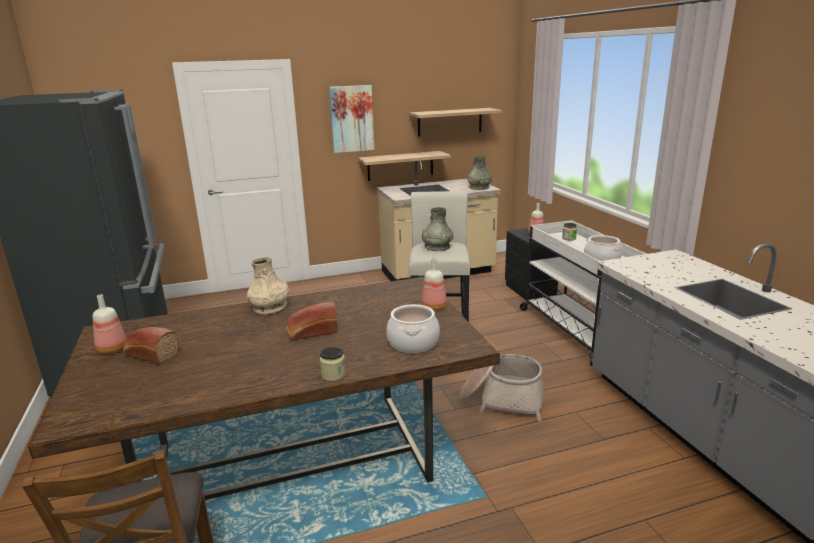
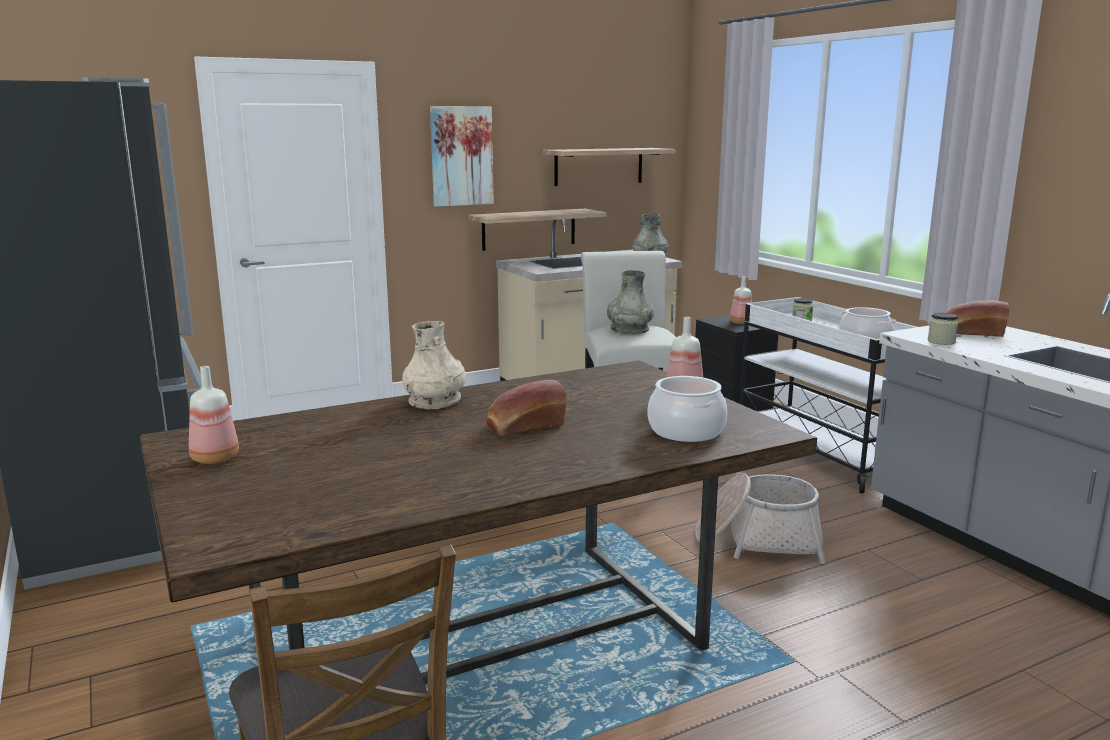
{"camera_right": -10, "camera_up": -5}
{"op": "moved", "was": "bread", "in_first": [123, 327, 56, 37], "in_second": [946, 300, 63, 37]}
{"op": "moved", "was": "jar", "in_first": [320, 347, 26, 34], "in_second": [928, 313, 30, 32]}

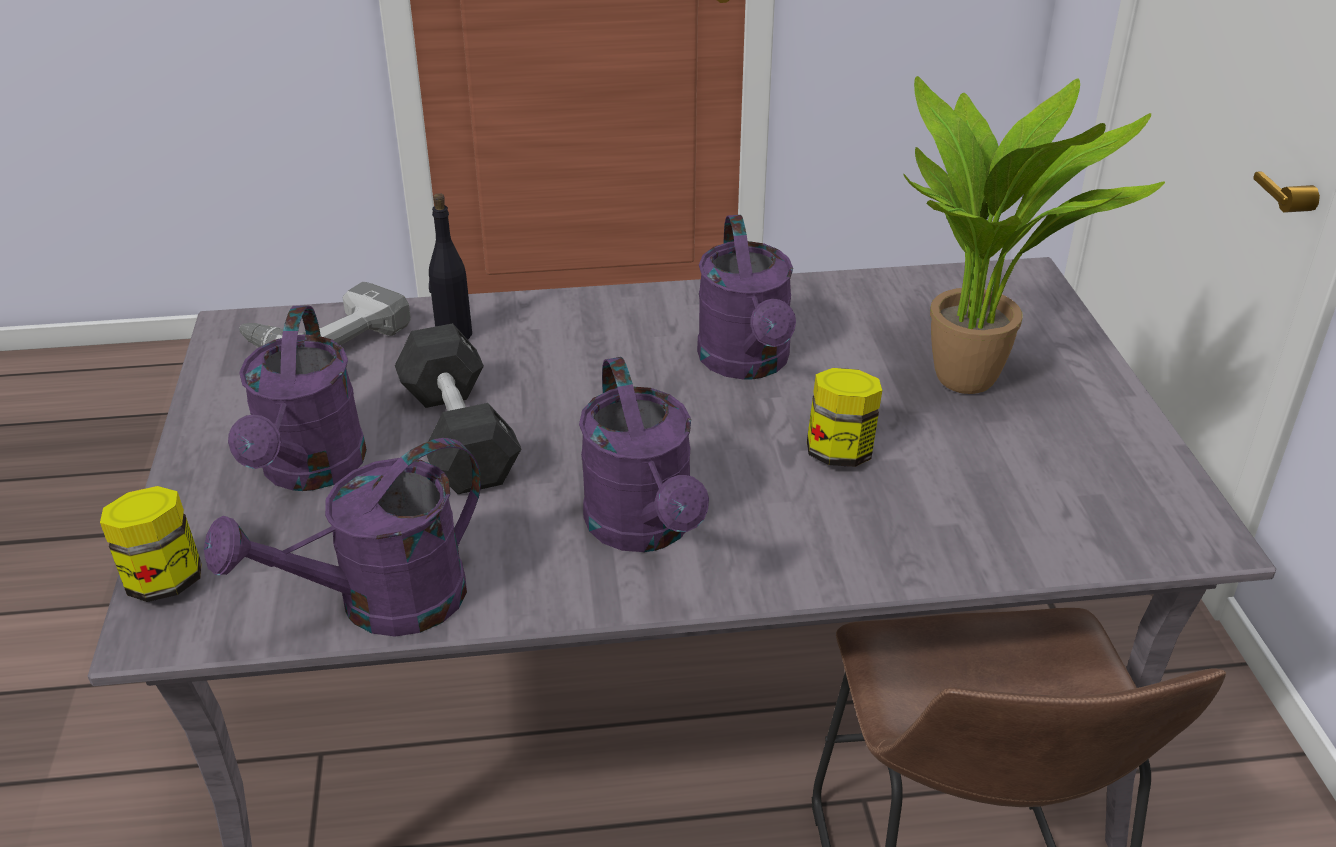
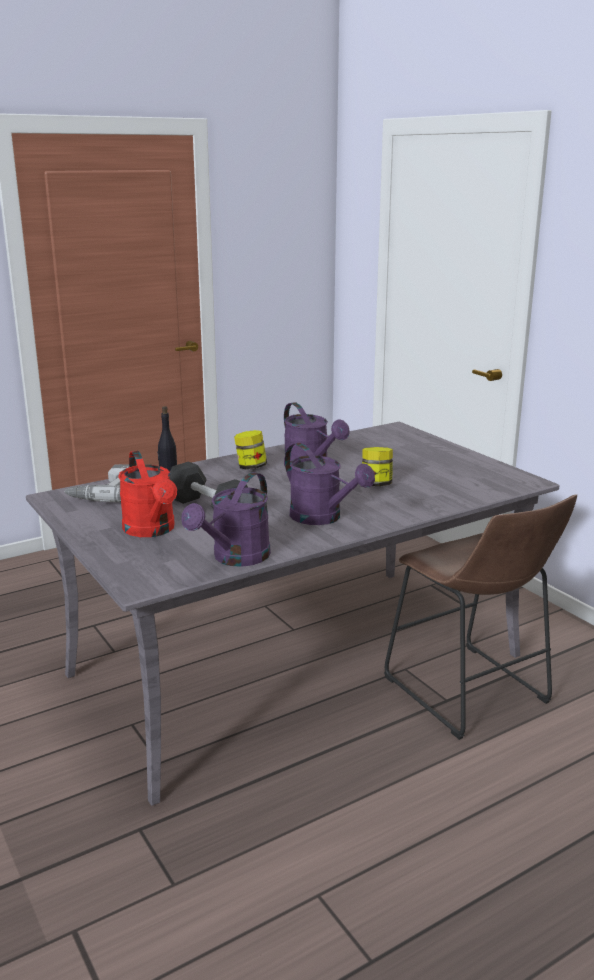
{"camera_right": -25, "camera_up": -15}
{"op": "removed", "was": "potted plant", "in_first": [903, 76, 262, 318]}
{"op": "recoloured", "was": "watering can (purple)", "now": "watering can (red)", "in_first": [228, 306, 139, 185], "in_second": [118, 451, 59, 86]}
{"op": "moved", "was": "jar", "in_first": [100, 486, 102, 116], "in_second": [234, 430, 33, 40]}

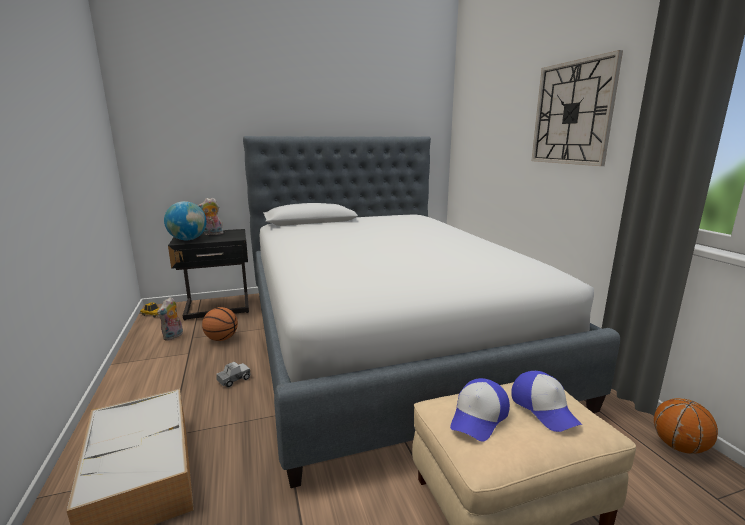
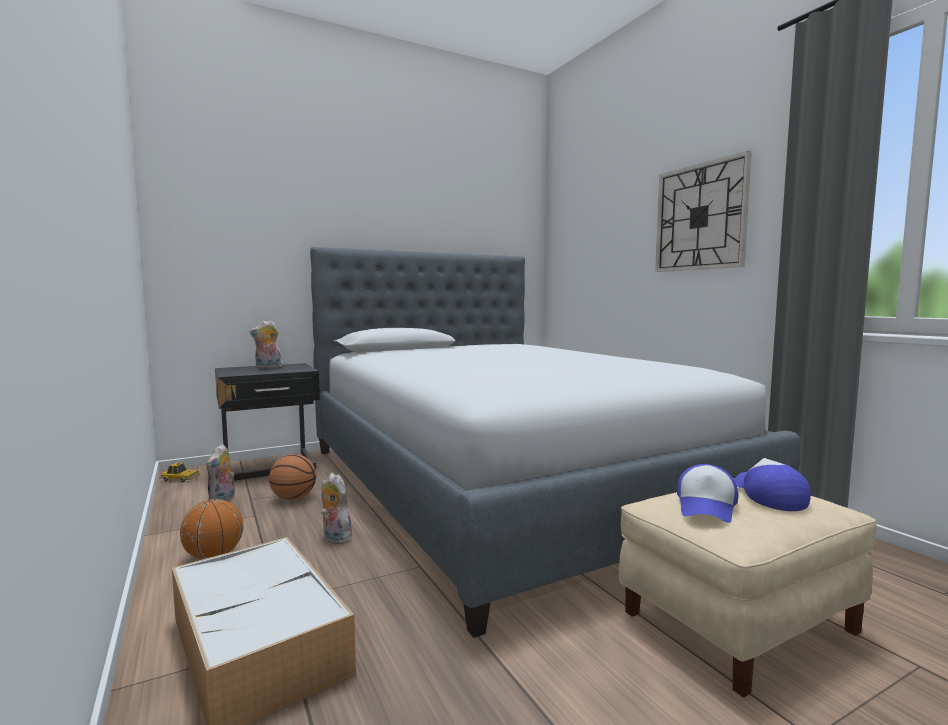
{"camera_right": -10, "camera_up": -10}
{"op": "removed", "was": "globe", "in_first": [164, 201, 43, 39]}
{"op": "replaced", "was": "toy truck", "now": "plush toy", "in_first": [216, 362, 35, 26], "in_second": [321, 473, 31, 71]}
{"op": "turned", "was": "cap", "in_first": [511, 371, 71, 61], "in_second": [734, 458, 77, 53], "clockwise": -150}
{"op": "moved", "was": "basketball", "in_first": [654, 398, 64, 56], "in_second": [180, 499, 63, 60]}

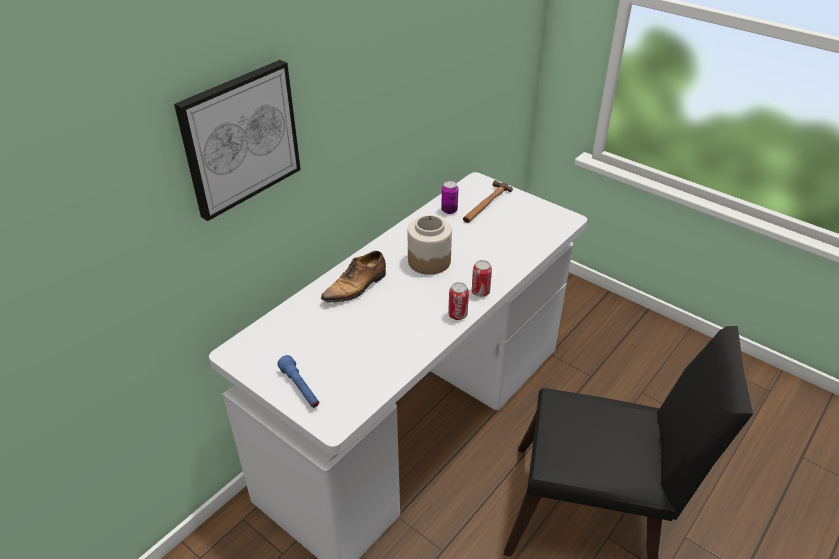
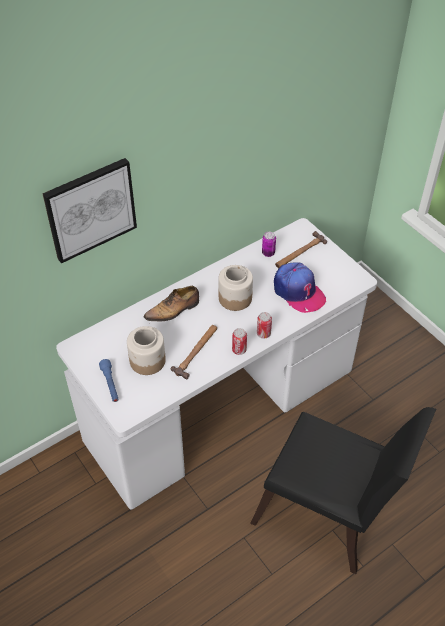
{"camera_right": 15, "camera_up": 10}
{"op": "added", "now": "cap", "in_second": [274, 262, 52, 51]}
{"op": "added", "now": "hammer", "in_second": [171, 325, 46, 54]}
{"op": "added", "now": "jar", "in_second": [127, 326, 39, 49]}

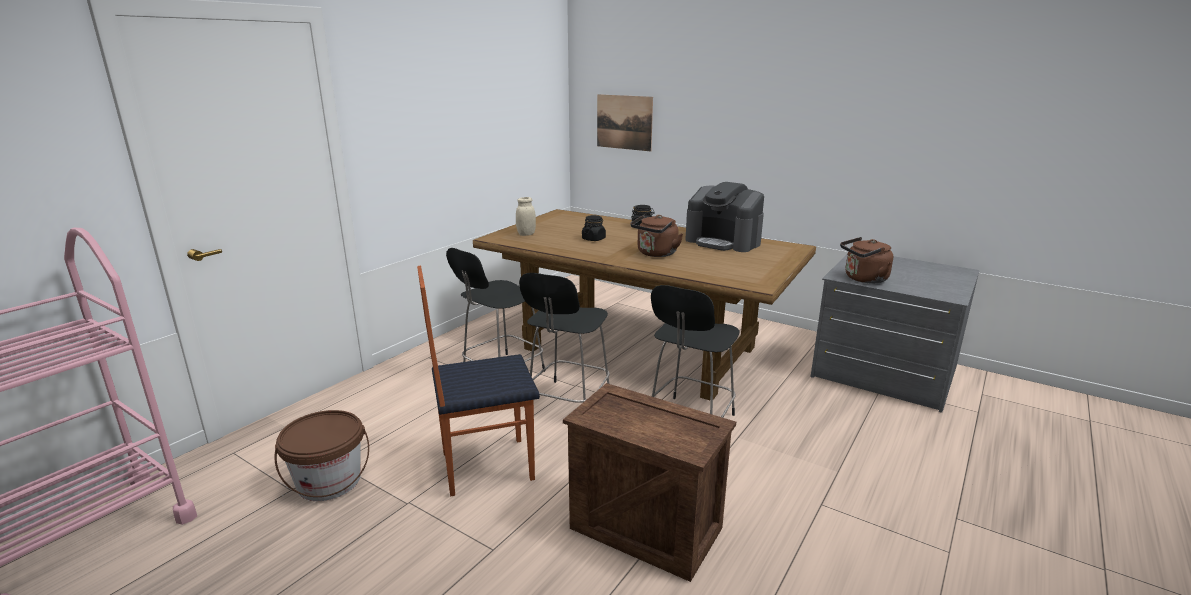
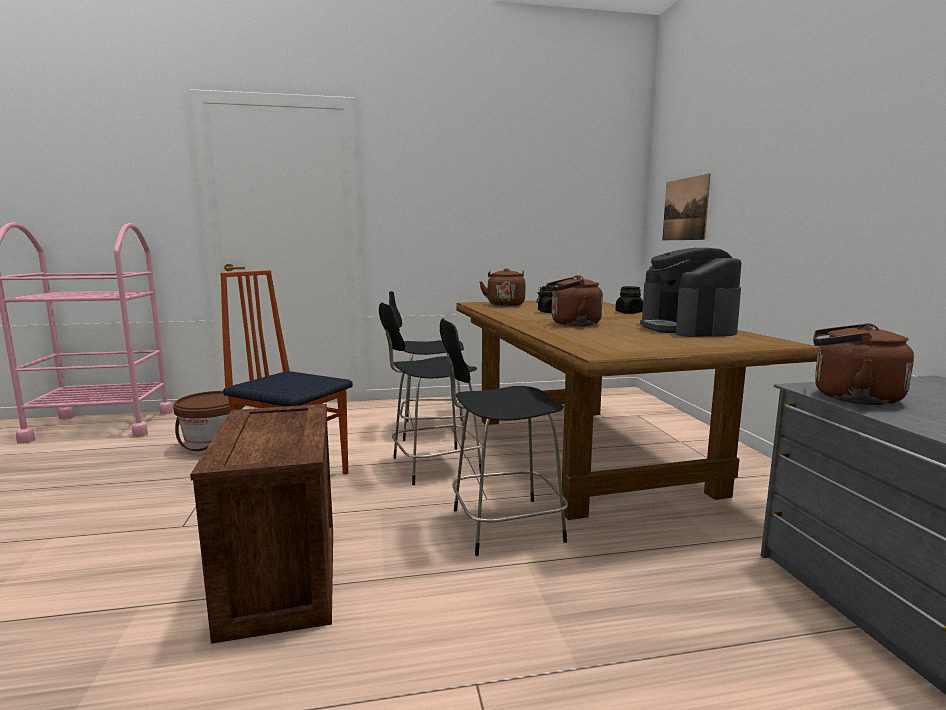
{"camera_right": 45, "camera_up": -10}
{"op": "replaced", "was": "jar (beige)", "now": "kettle (brown)", "in_first": [516, 197, 20, 39], "in_second": [479, 268, 46, 38]}

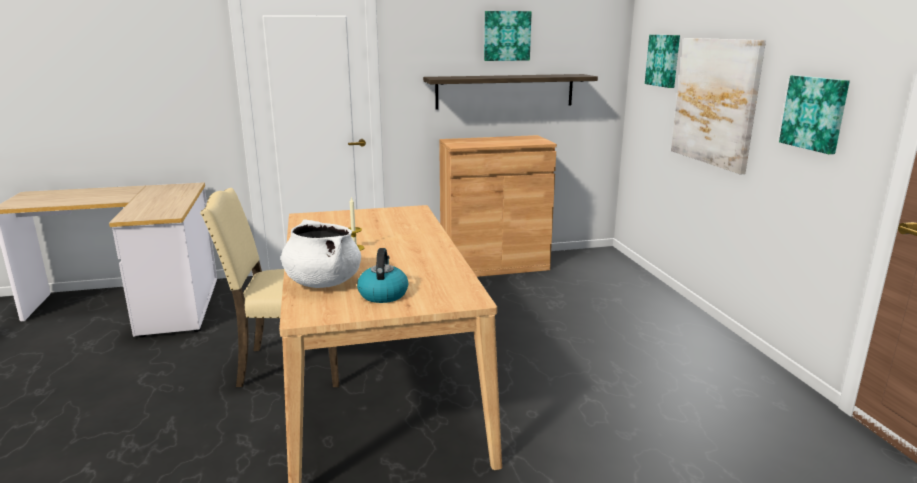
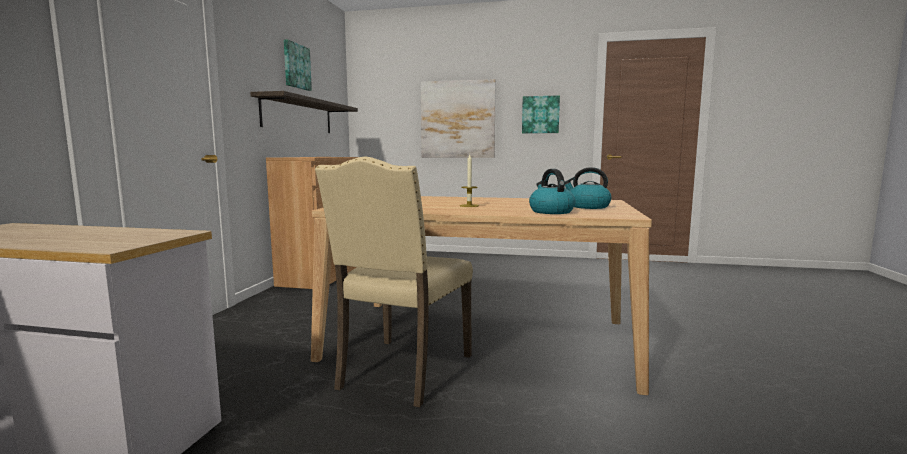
{"camera_right": -65, "camera_up": -10}
{"op": "removed", "was": "picture", "in_first": [645, 35, 35, 53]}
{"op": "replaced", "was": "cooking pot (white)", "now": "kettle", "in_first": [281, 219, 80, 69], "in_second": [529, 169, 46, 45]}

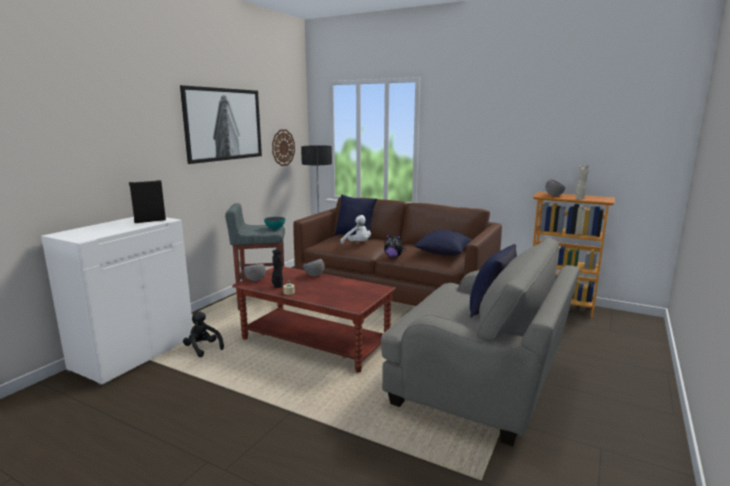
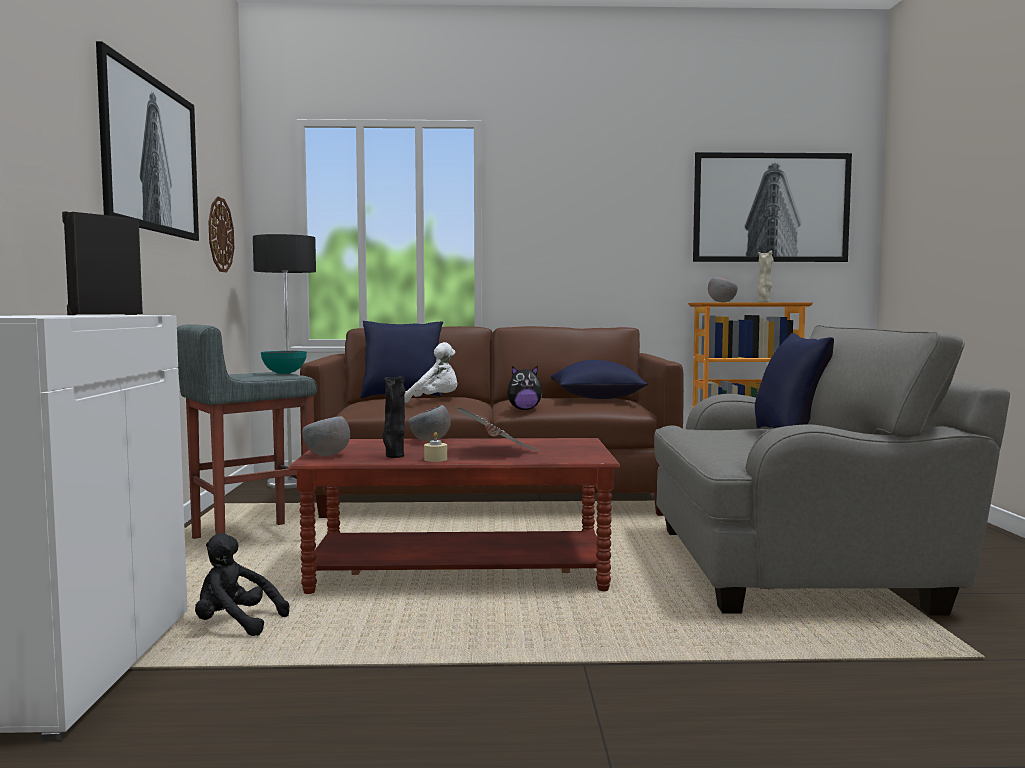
{"camera_right": -30, "camera_up": -10}
{"op": "added", "now": "picture", "in_second": [693, 152, 159, 110]}
{"op": "added", "now": "newspaper", "in_second": [455, 407, 85, 44]}

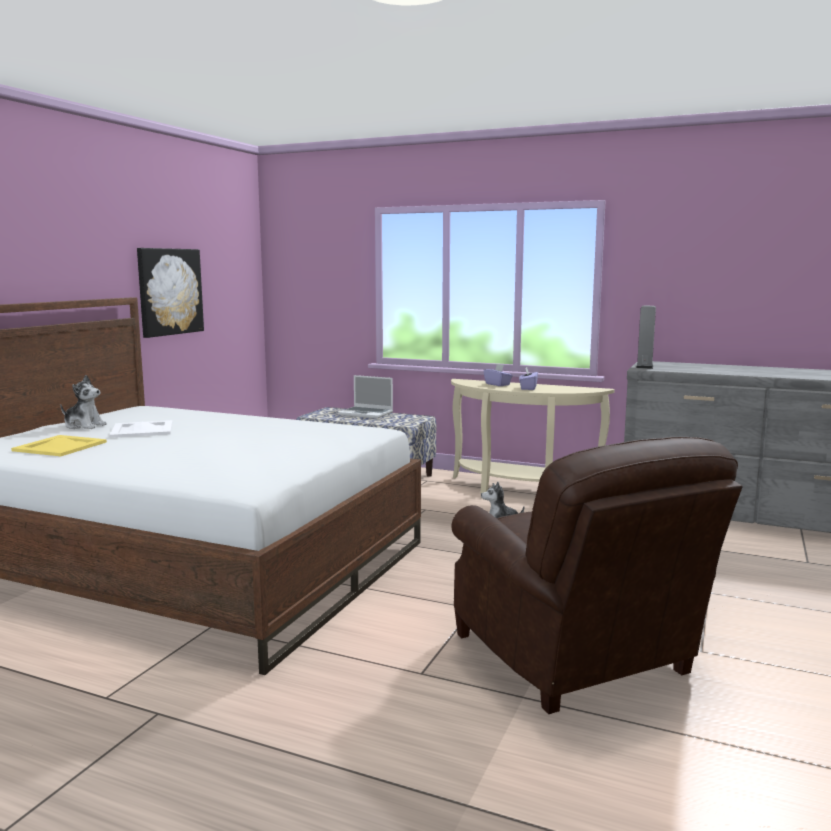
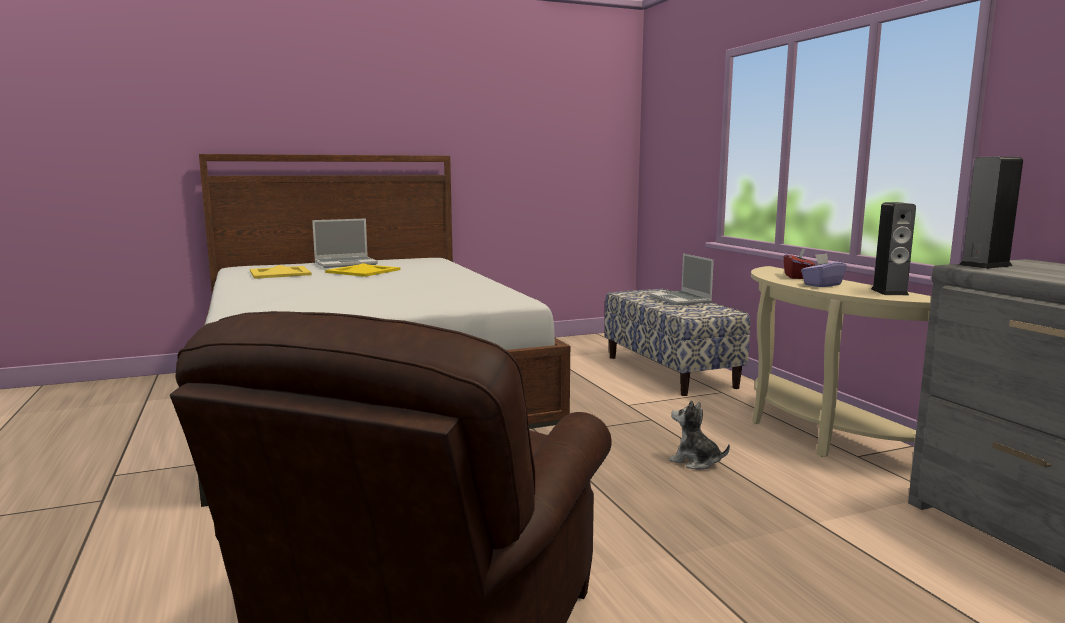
{"camera_right": 45, "camera_up": 0}
{"op": "removed", "was": "picture", "in_first": [137, 248, 67, 90]}
{"op": "recoloured", "was": "tissue box (purple)", "now": "tissue box (red)", "in_first": [483, 364, 30, 22], "in_second": [784, 248, 31, 31]}
{"op": "replaced", "was": "plush toy", "now": "laptop", "in_first": [60, 375, 47, 54], "in_second": [312, 219, 66, 49]}
{"op": "recoloured", "was": "tray (white)", "now": "tray (yellow)", "in_first": [109, 420, 64, 18], "in_second": [325, 263, 75, 14]}
{"op": "added", "now": "speaker", "in_second": [871, 202, 45, 93]}

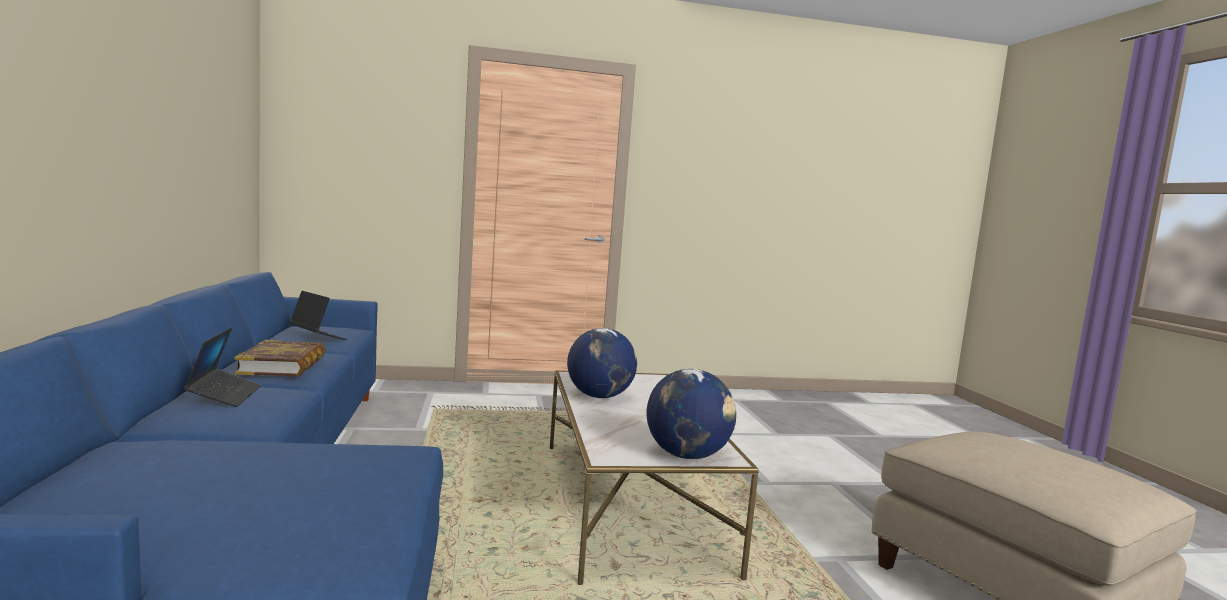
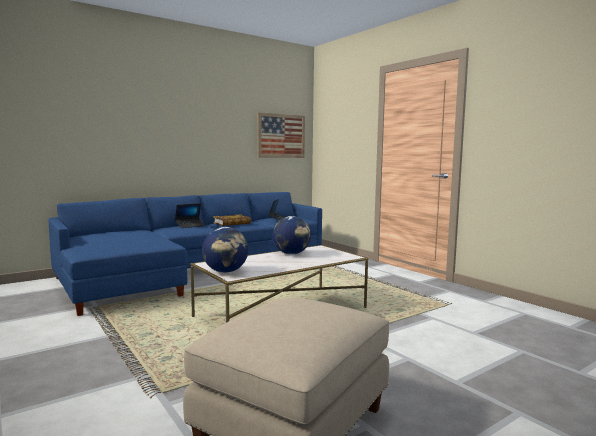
{"camera_right": 65, "camera_up": 0}
{"op": "added", "now": "picture", "in_second": [257, 112, 48, 46]}

